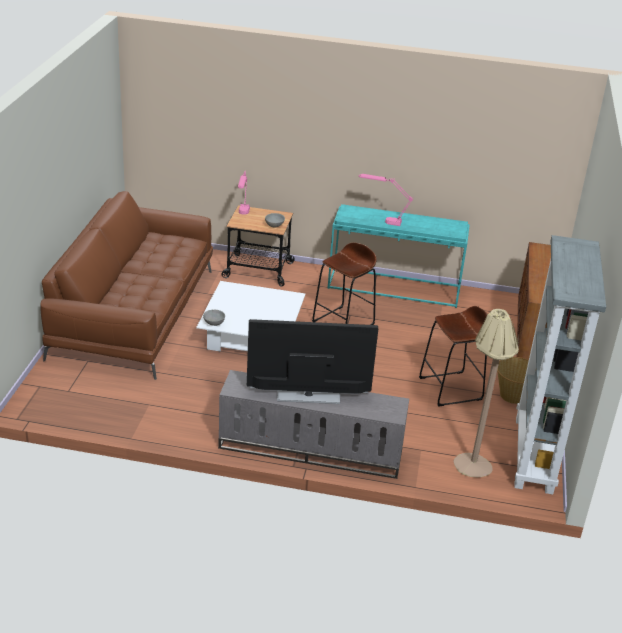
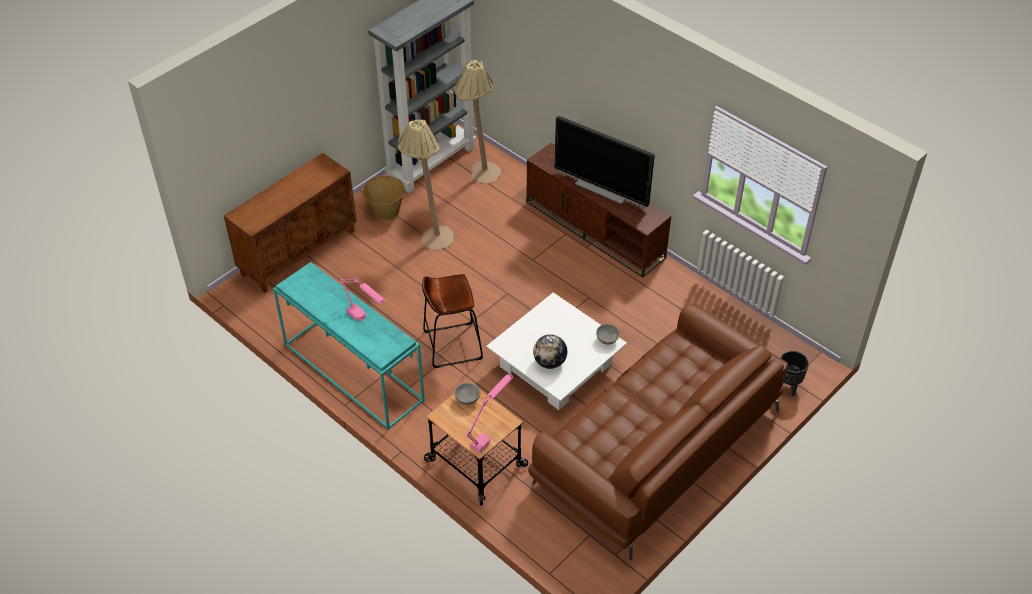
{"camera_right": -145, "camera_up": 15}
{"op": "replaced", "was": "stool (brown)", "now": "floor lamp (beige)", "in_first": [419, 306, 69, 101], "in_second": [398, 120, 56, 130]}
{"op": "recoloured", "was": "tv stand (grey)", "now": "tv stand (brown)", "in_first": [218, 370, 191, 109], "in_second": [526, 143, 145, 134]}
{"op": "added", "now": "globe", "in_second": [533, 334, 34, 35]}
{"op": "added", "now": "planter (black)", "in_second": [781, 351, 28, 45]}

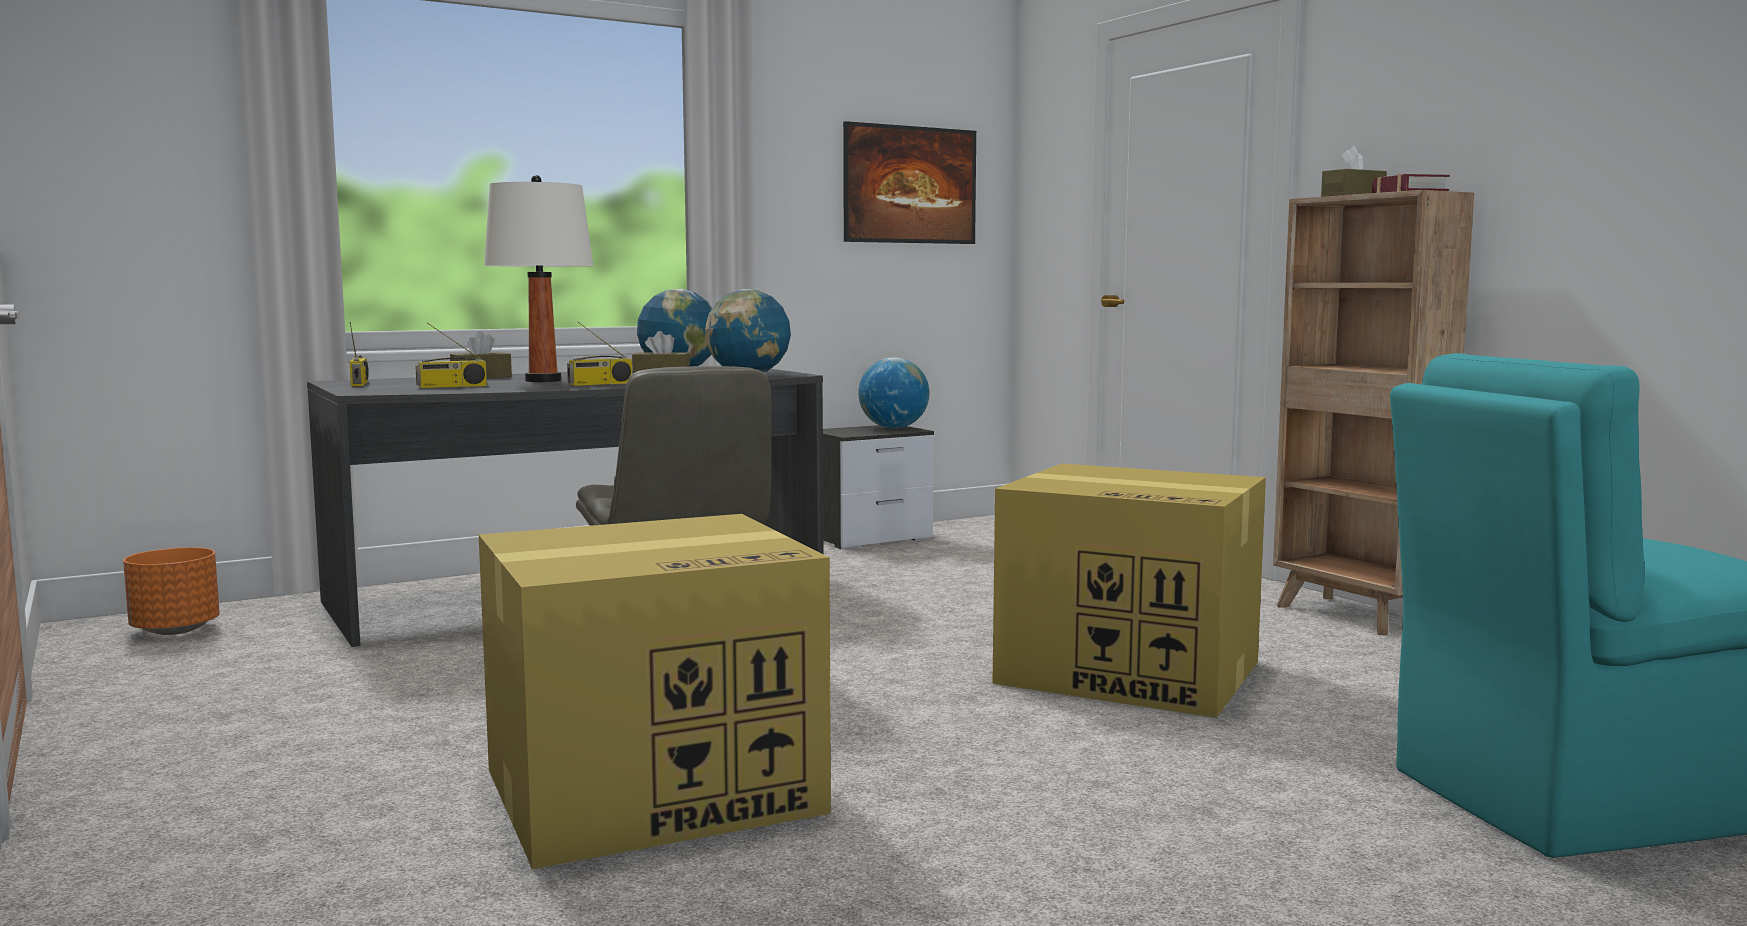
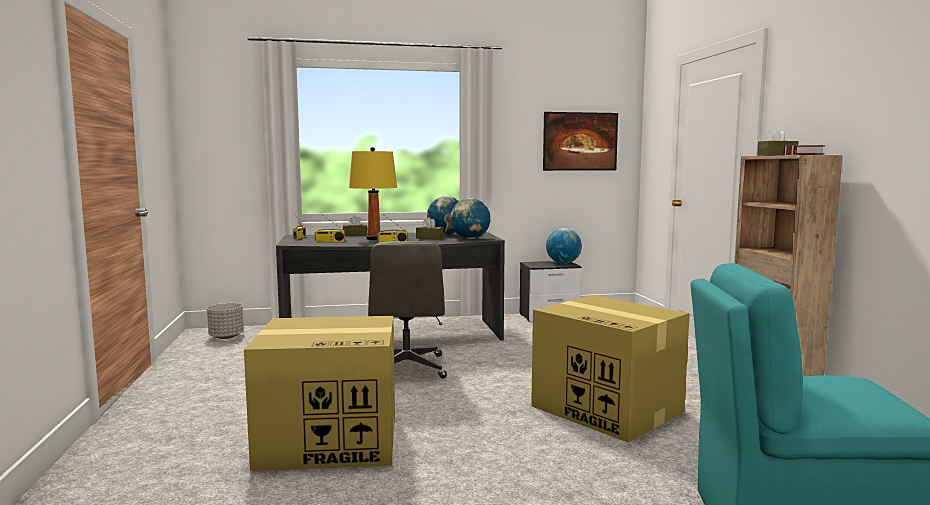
{"camera_right": 20, "camera_up": 0}
{"op": "recoloured", "was": "table lamp (white)", "now": "table lamp (yellow)", "in_first": [484, 175, 109, 207], "in_second": [349, 147, 48, 93]}
{"op": "recoloured", "was": "planter (orange)", "now": "planter (grey)", "in_first": [123, 547, 97, 88], "in_second": [207, 303, 37, 36]}

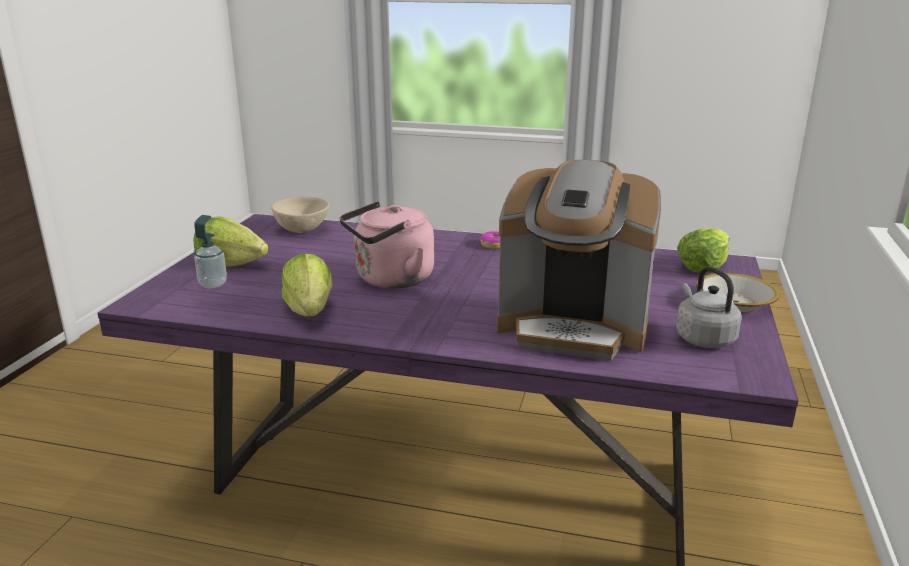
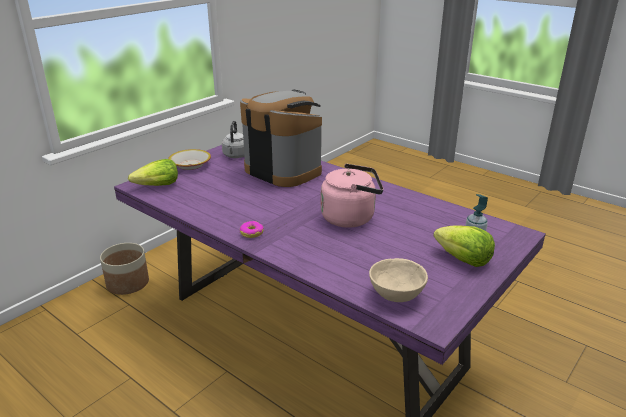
{"camera_right": -155, "camera_up": 5}
{"op": "removed", "was": "lettuce", "in_first": [282, 253, 51, 63]}
{"op": "added", "now": "planter", "in_second": [100, 243, 49, 52]}

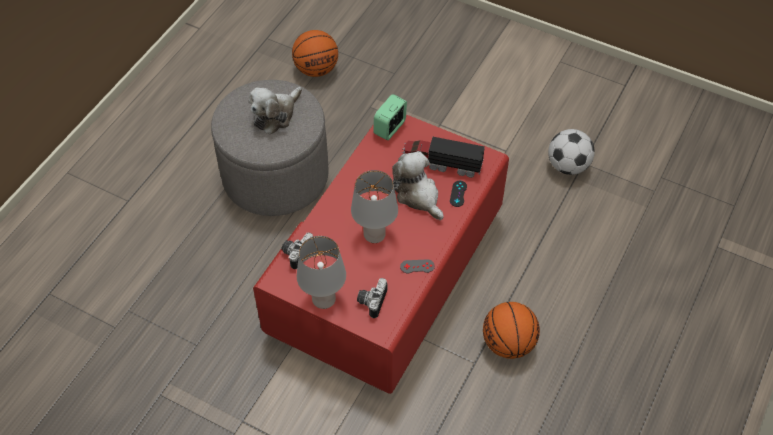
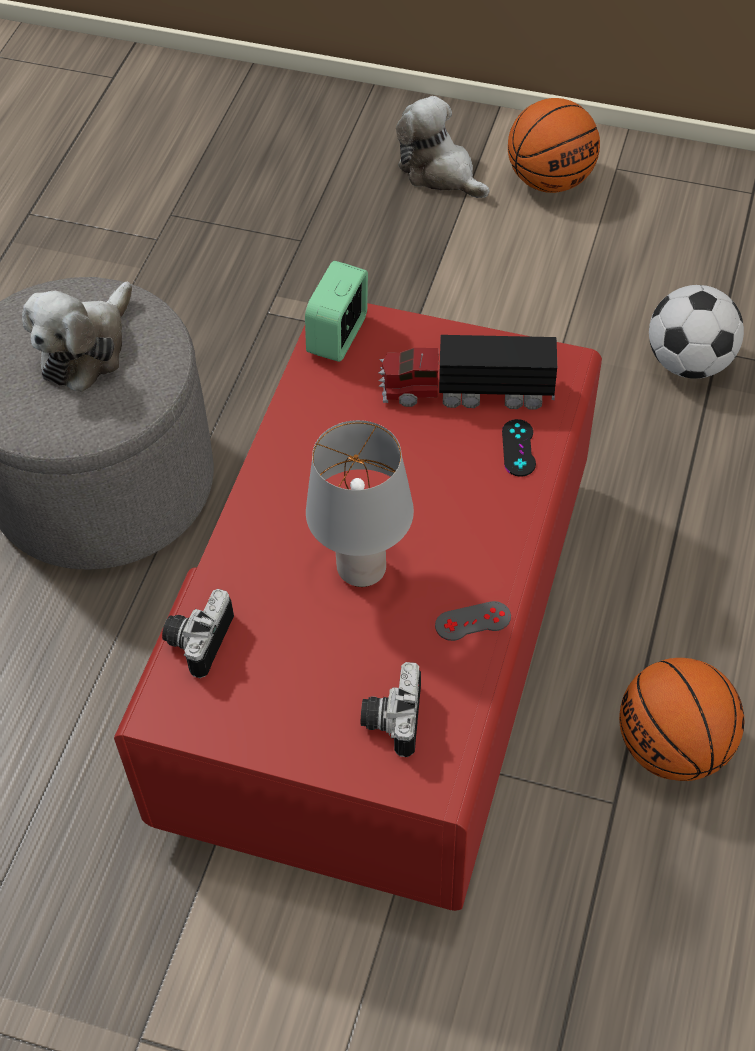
{"camera_right": -10, "camera_up": 0}
{"op": "moved", "was": "basketball", "in_first": [292, 30, 46, 47], "in_second": [508, 98, 92, 95]}
{"op": "moved", "was": "plush toy", "in_first": [392, 151, 52, 69], "in_second": [396, 96, 93, 102]}
{"op": "removed", "was": "table lamp (grey)", "in_first": [297, 236, 49, 73]}

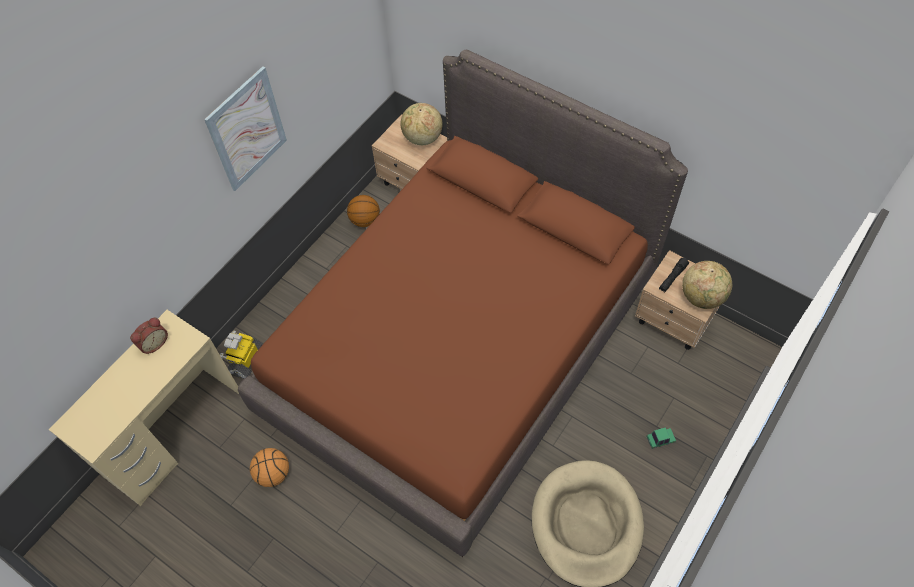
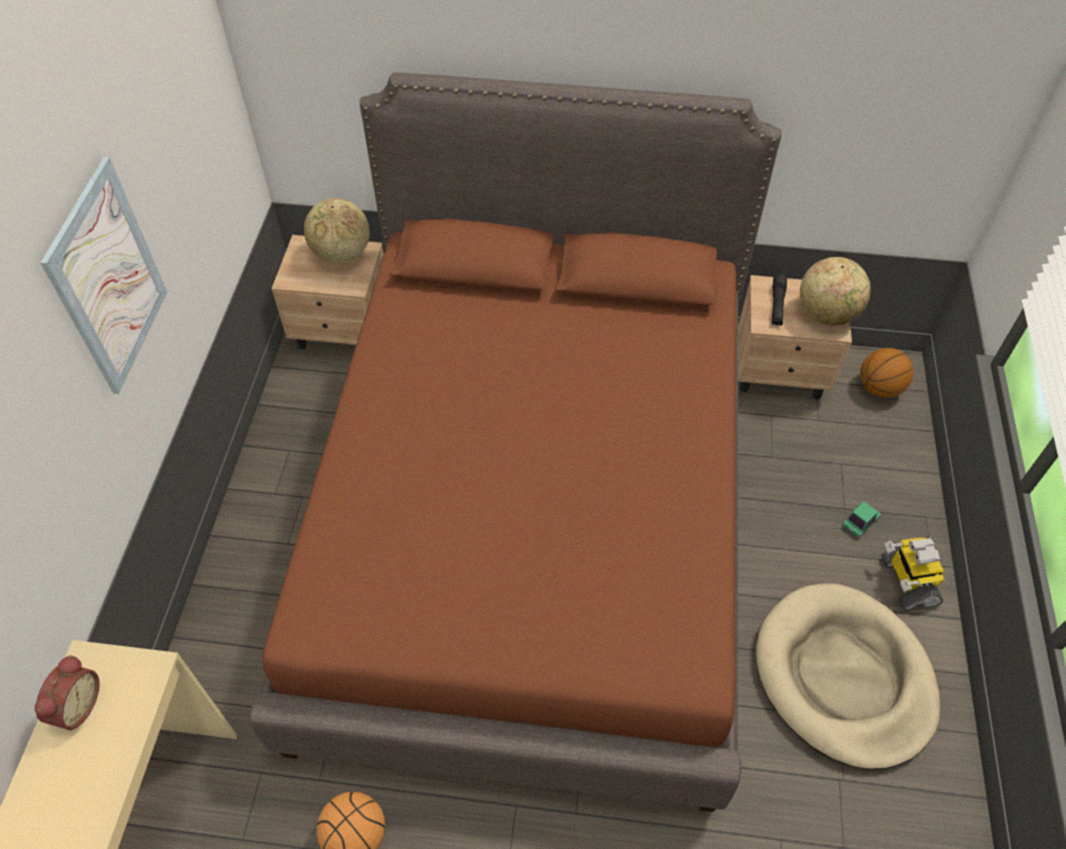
{"camera_right": -30, "camera_up": -5}
{"op": "moved", "was": "basketball", "in_first": [347, 195, 33, 32], "in_second": [860, 348, 54, 50]}
{"op": "moved", "was": "toy robot", "in_first": [220, 330, 43, 49], "in_second": [881, 538, 63, 73]}

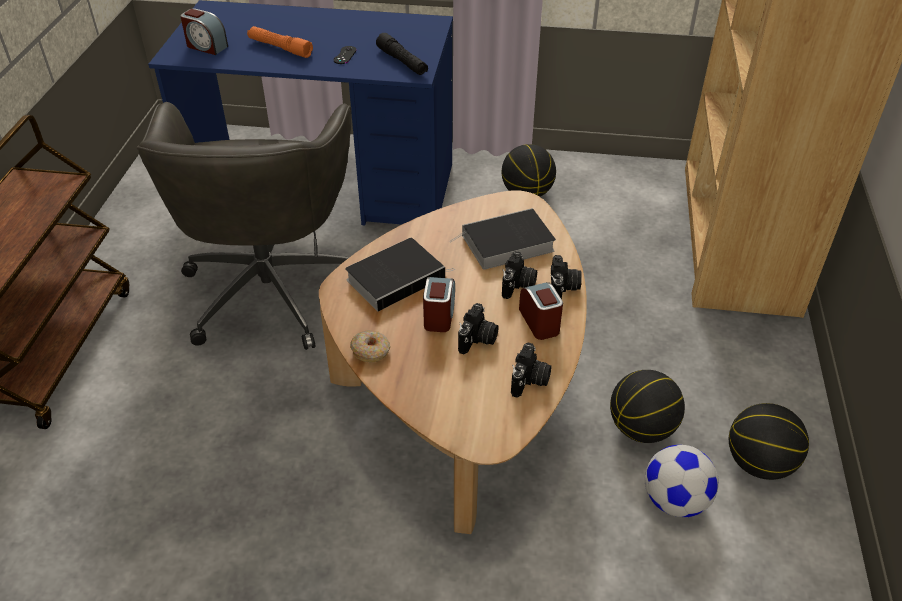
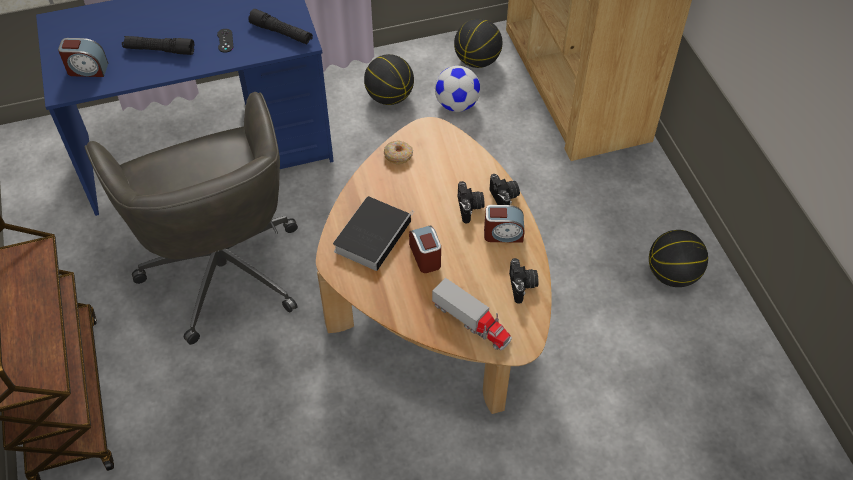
{"camera_right": -25, "camera_up": 10}
{"op": "recoloured", "was": "flashlight (orange)", "now": "flashlight (black)", "in_first": [247, 26, 66, 32], "in_second": [122, 36, 72, 19]}
{"op": "removed", "was": "book", "in_first": [450, 208, 106, 62]}
{"op": "turned", "was": "alarm clock", "in_first": [519, 282, 44, 58], "in_second": [484, 205, 40, 38], "clockwise": 135}
{"op": "removed", "was": "photo camera", "in_first": [458, 303, 41, 51]}
{"op": "moved", "was": "donut", "in_first": [350, 330, 40, 33], "in_second": [384, 140, 29, 24]}
{"op": "moved", "was": "basketball", "in_first": [610, 370, 75, 73], "in_second": [454, 19, 49, 49]}
{"op": "moved", "was": "football", "in_first": [645, 445, 74, 72], "in_second": [435, 66, 45, 46]}
{"op": "added", "now": "toy truck", "in_second": [432, 278, 80, 73]}

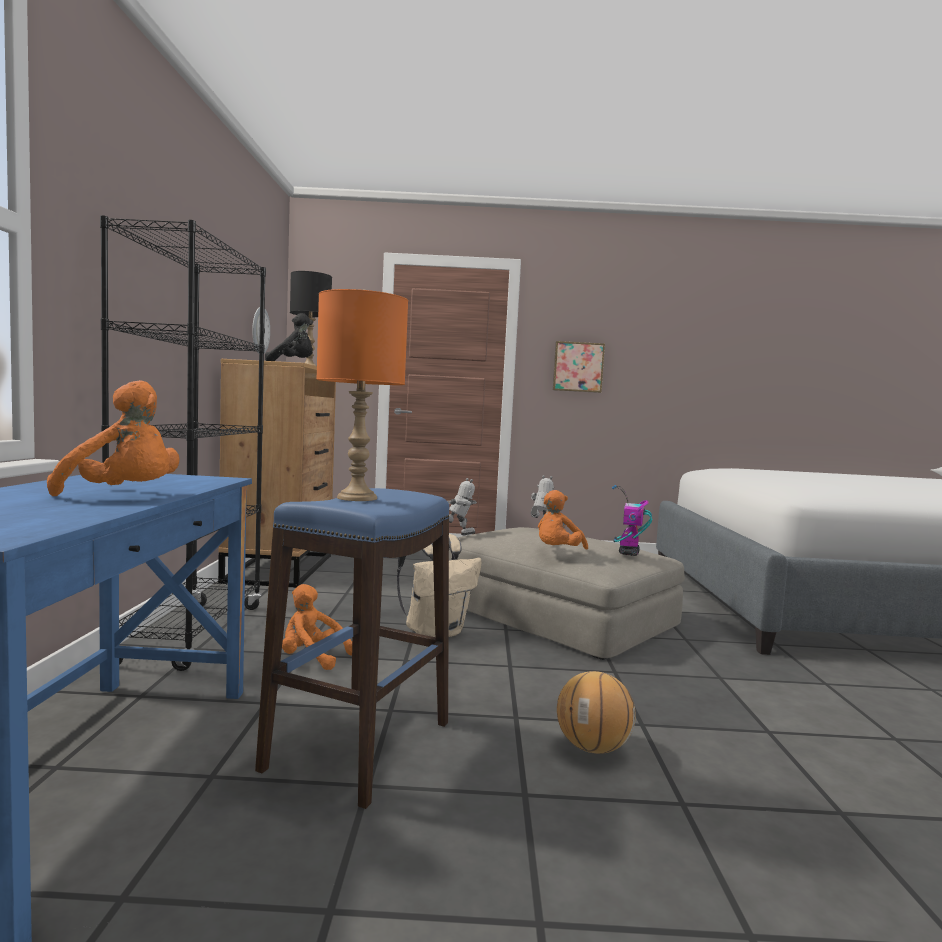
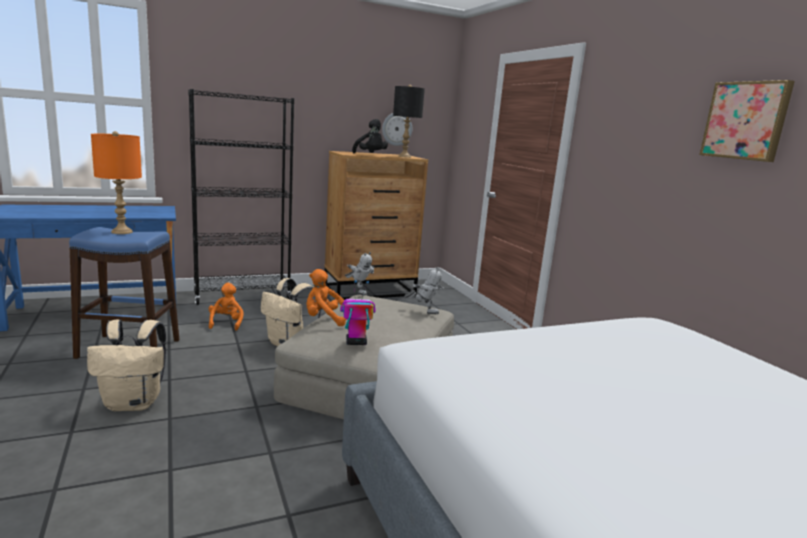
{"camera_right": 65, "camera_up": 10}
{"op": "moved", "was": "picture", "in_first": [553, 341, 52, 52], "in_second": [699, 80, 96, 82]}
{"op": "removed", "was": "plush toy (orange)", "in_first": [47, 380, 132, 116]}
{"op": "replaced", "was": "basketball", "now": "backpack (beige)", "in_first": [557, 671, 79, 83], "in_second": [87, 319, 79, 92]}

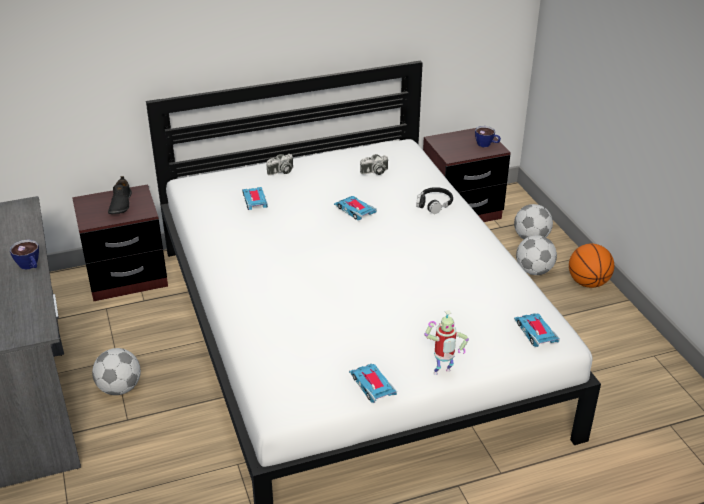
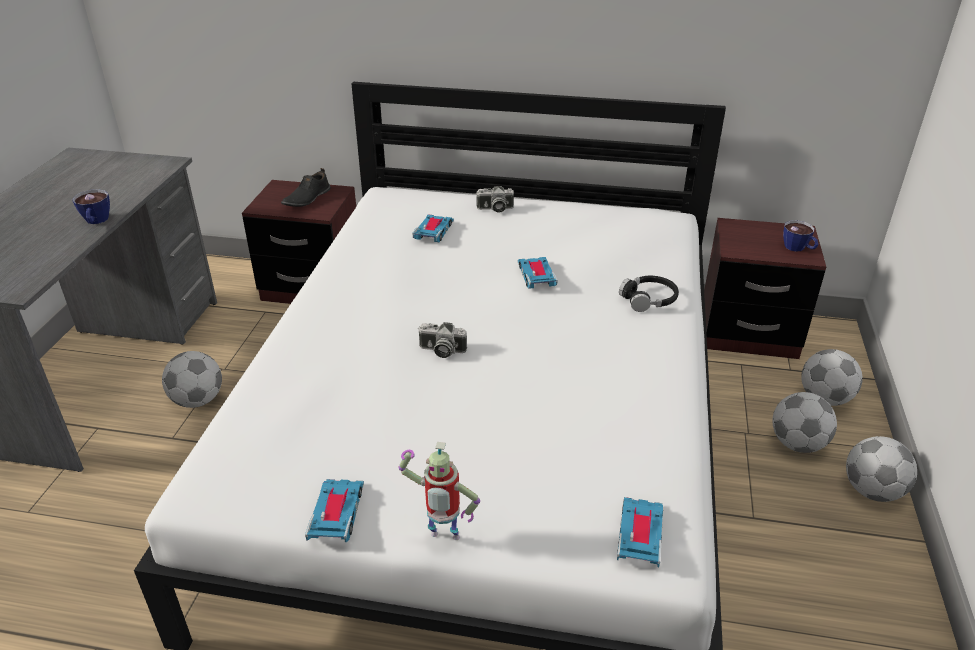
{"camera_right": 30, "camera_up": 0}
{"op": "moved", "was": "photo camera", "in_first": [360, 154, 28, 21], "in_second": [418, 322, 49, 36]}
{"op": "replaced", "was": "basketball", "now": "football", "in_first": [569, 244, 45, 44], "in_second": [846, 436, 71, 66]}

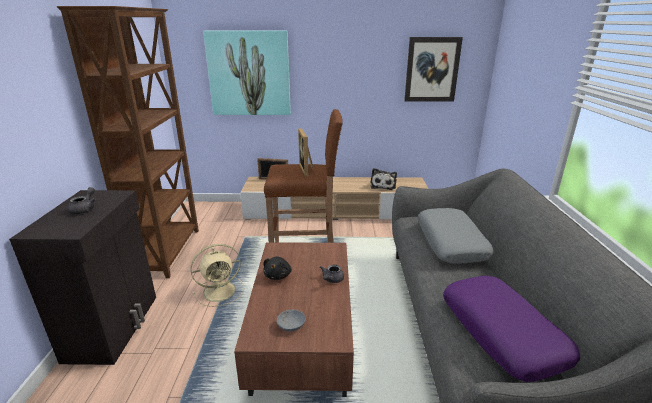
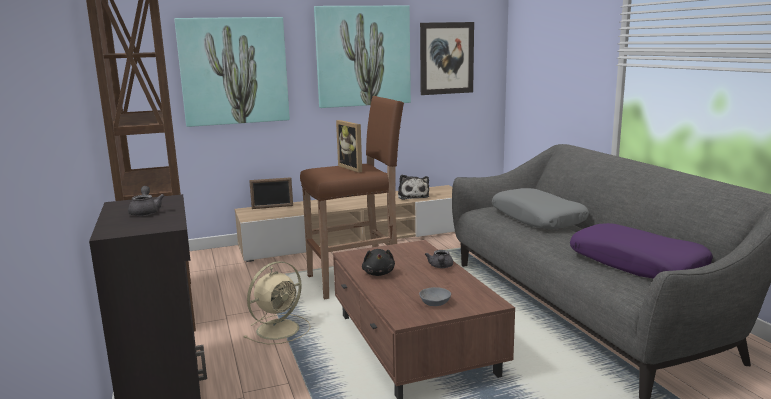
{"camera_right": -20, "camera_up": -10}
{"op": "added", "now": "picture", "in_second": [314, 6, 97, 102]}

